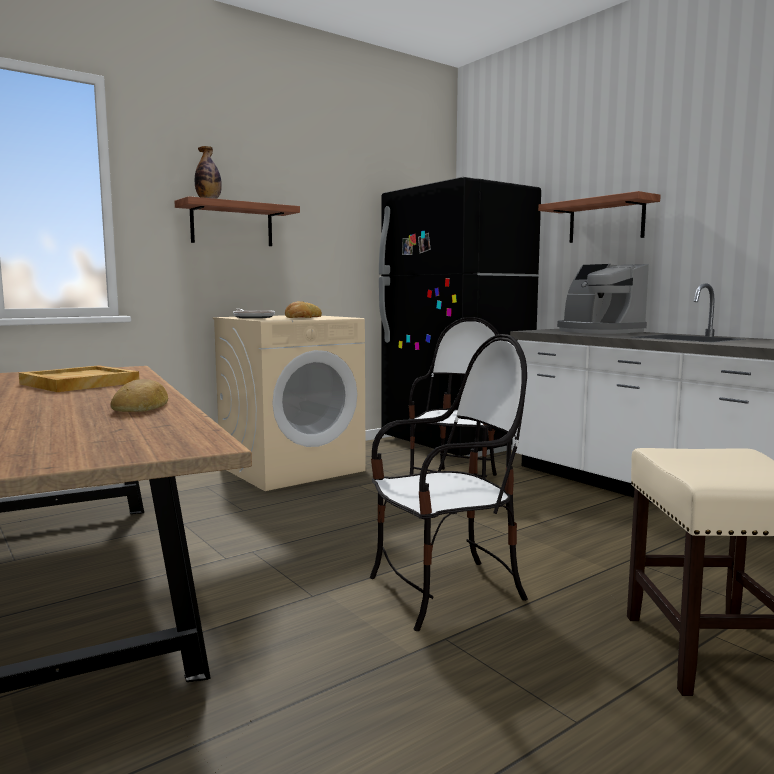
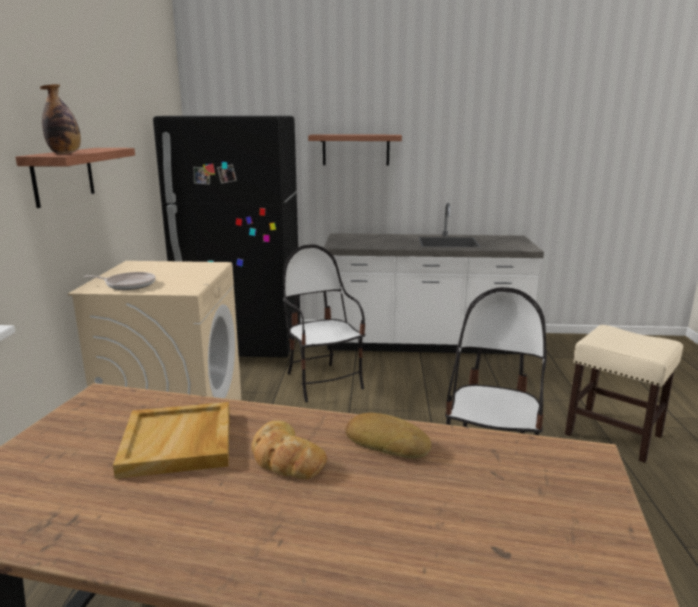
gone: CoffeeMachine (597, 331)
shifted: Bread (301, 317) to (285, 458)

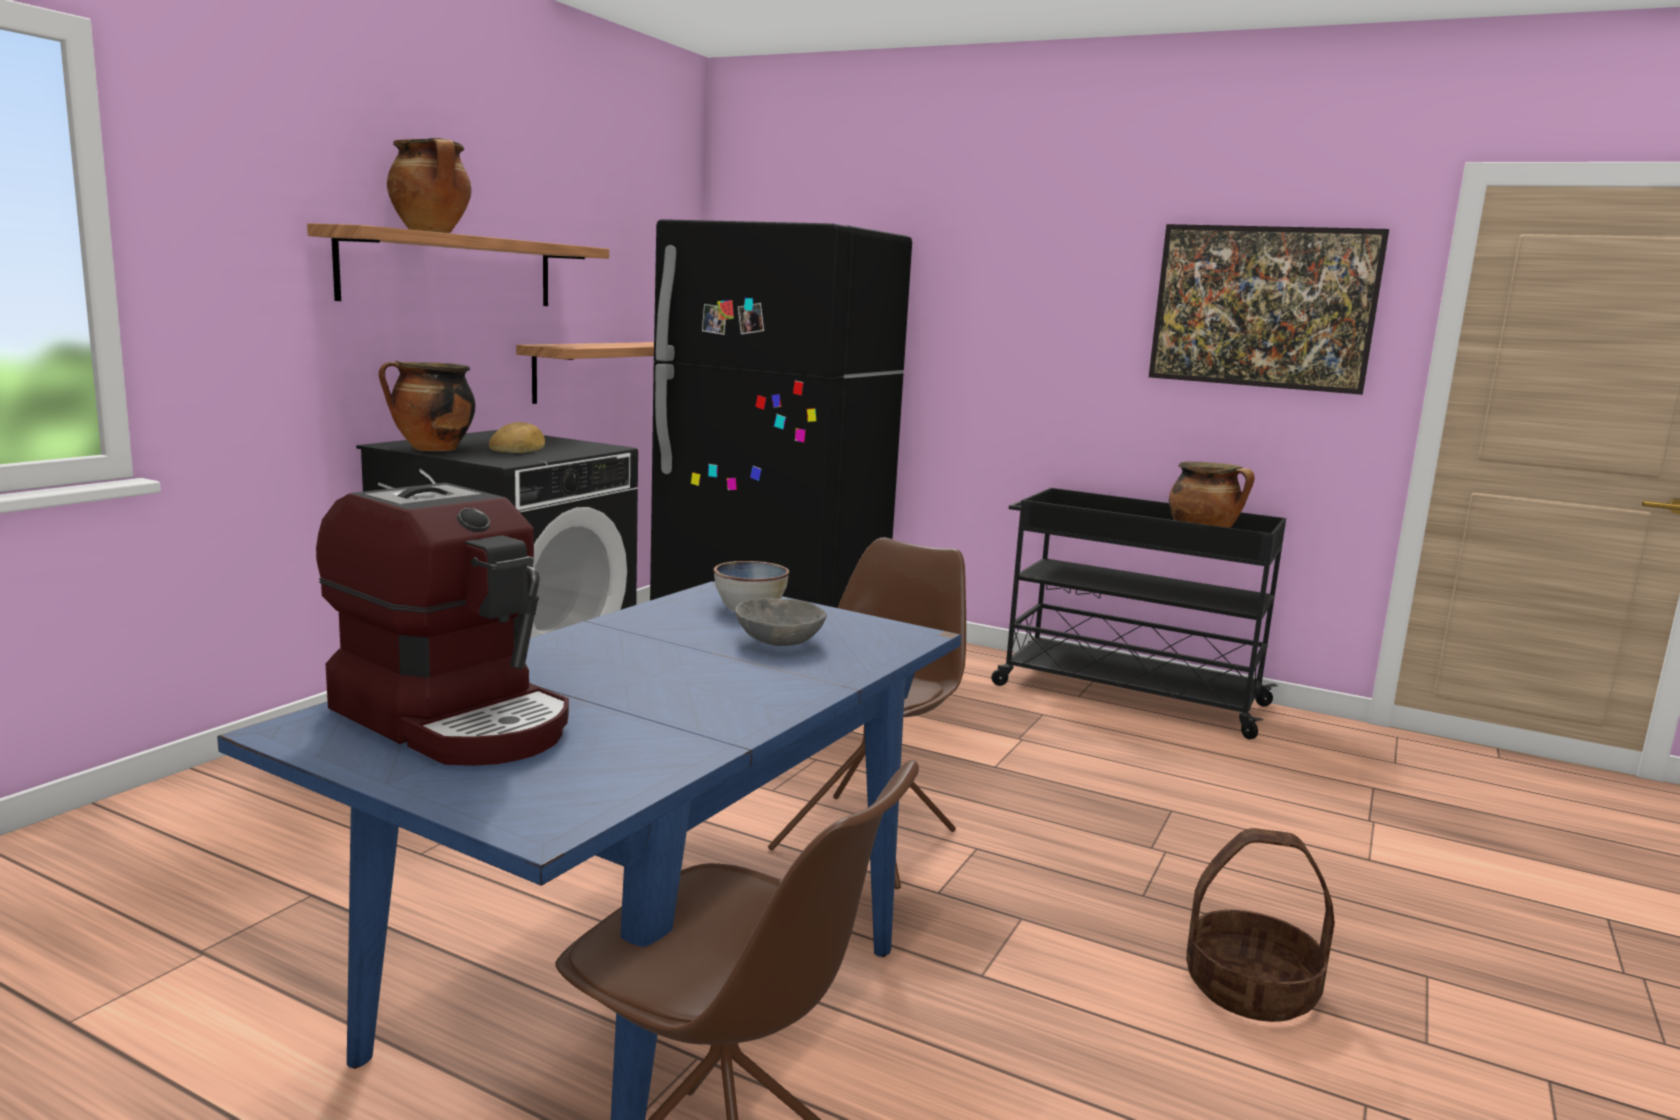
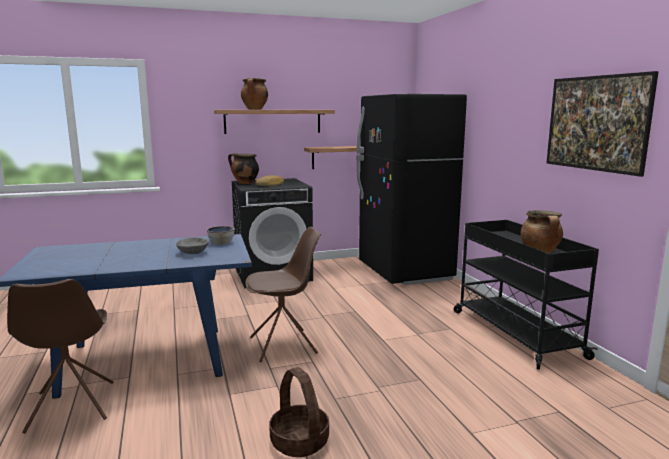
gone: CoffeeMachine (455, 719)

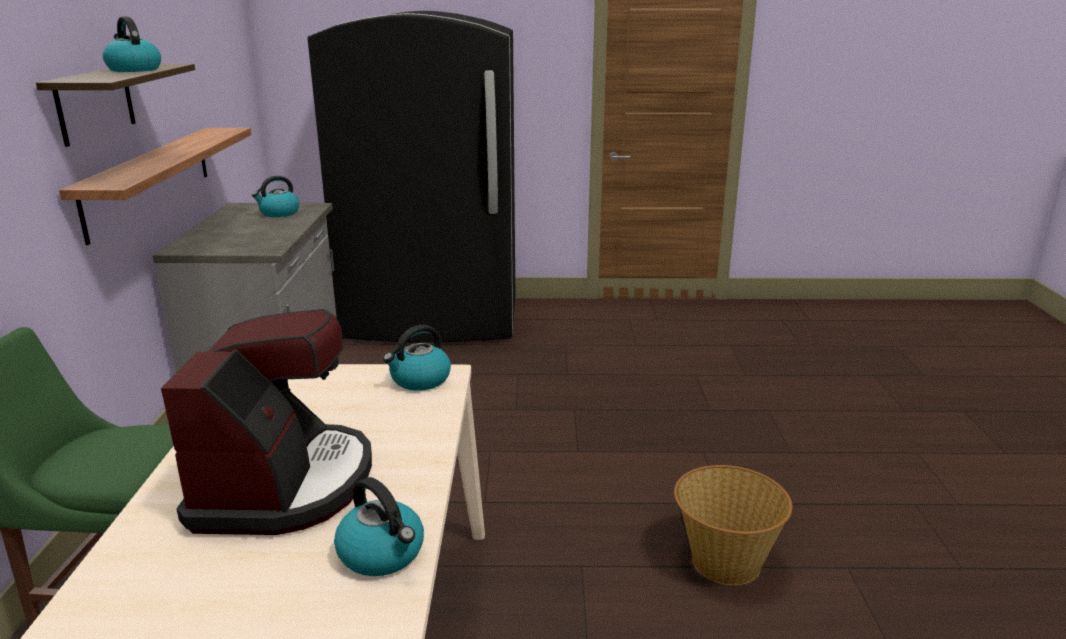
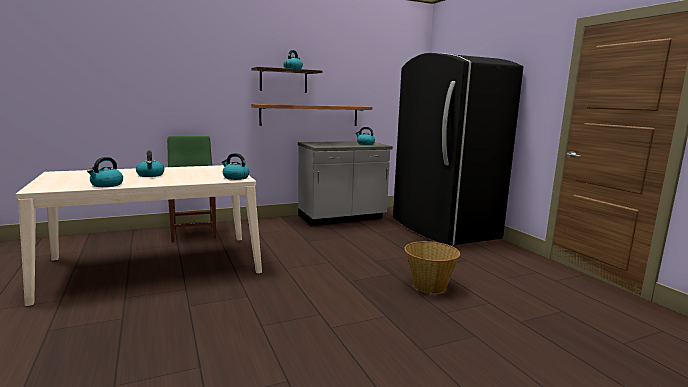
shifted: Basket (724, 562) to (429, 286)
swapped: CoffeeMachine (284, 484) to Kettle (150, 175)

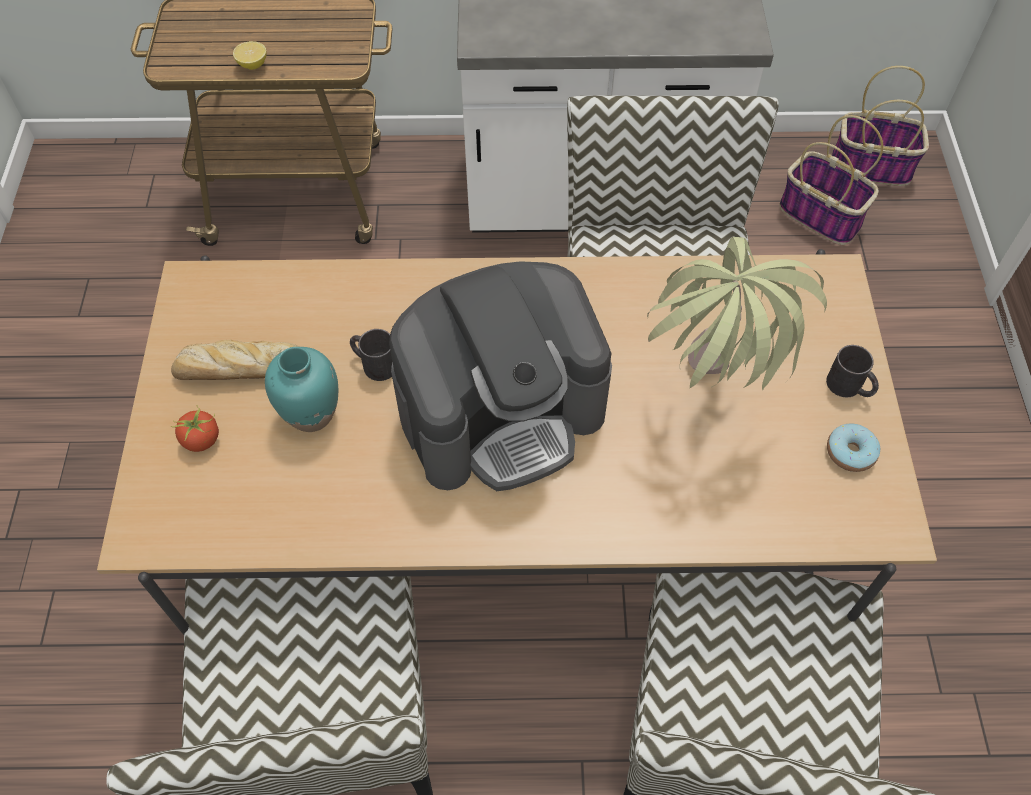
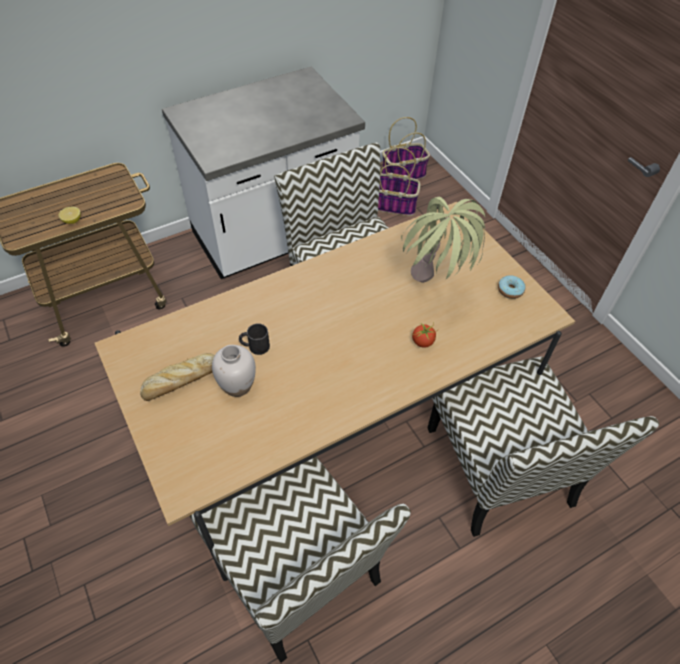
gone: CoffeeMachine (502, 412); BlackMug (850, 387)
shifted: Tomato (202, 440) to (423, 342)
repainted: TurquoiseVase (311, 414) to WhiteVase (237, 386)

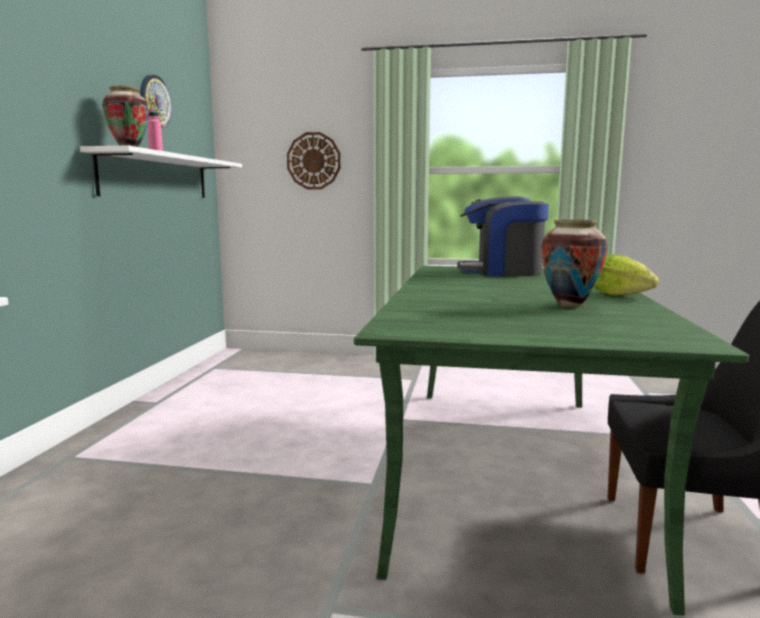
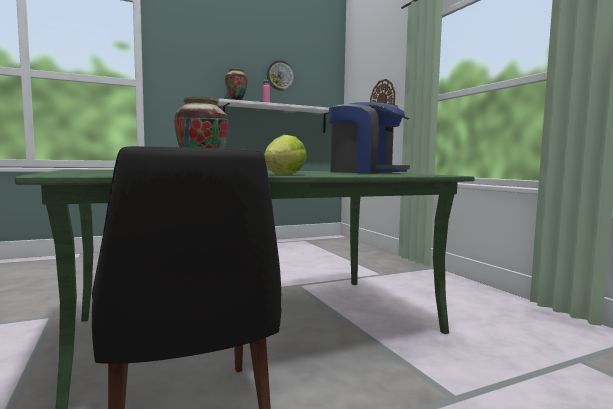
rotated: CoffeeMachine (501, 272) = (366, 172) 150 degrees clockwise

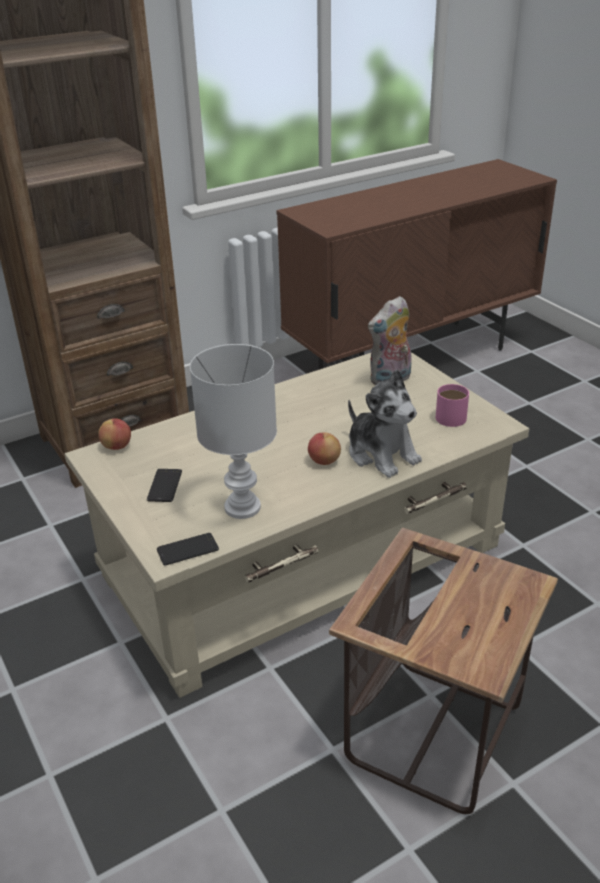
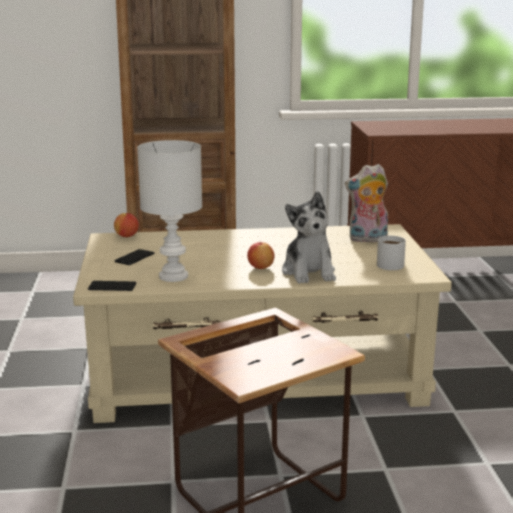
repainted: PinkMug (450, 414) to WhiteMug (392, 263)

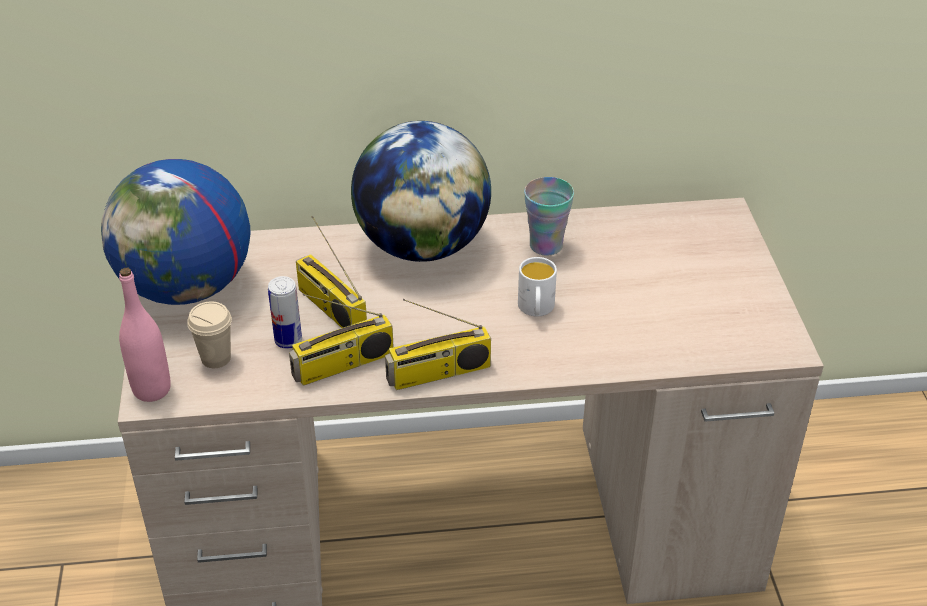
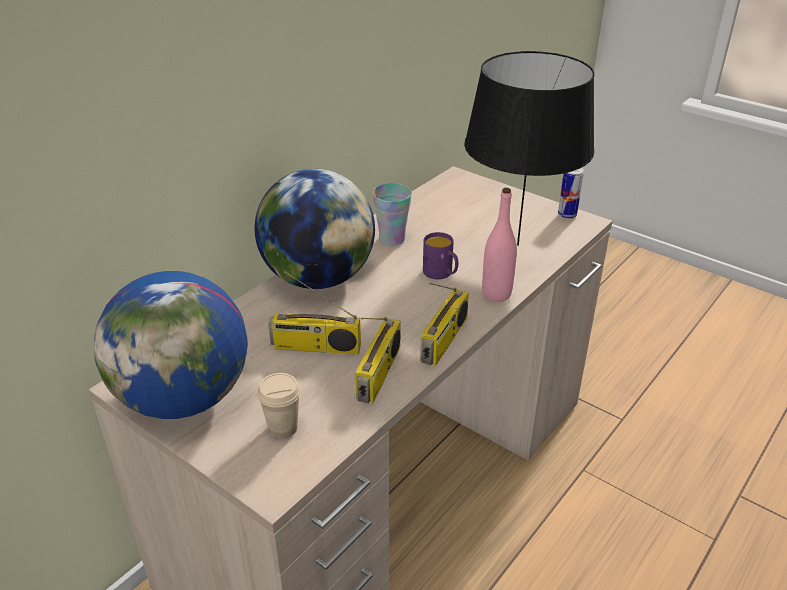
new: BlackTableLamp (517, 245)
shifted: PinkBottle (152, 389) to (496, 294); Can (288, 340) to (567, 215)
repainted: WhiteMug (536, 310) to PurpleMug (441, 274)

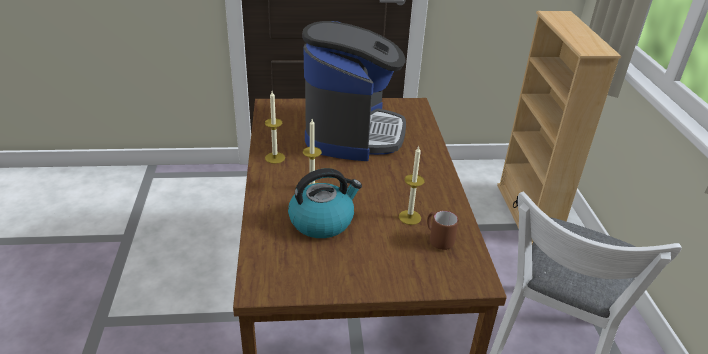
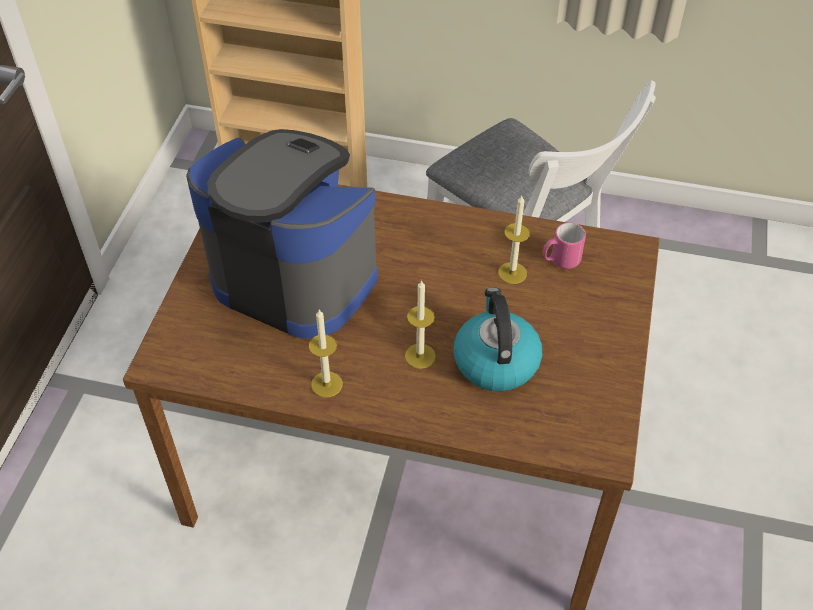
repainted: BrownMug (438, 240) to PinkMug (560, 260)

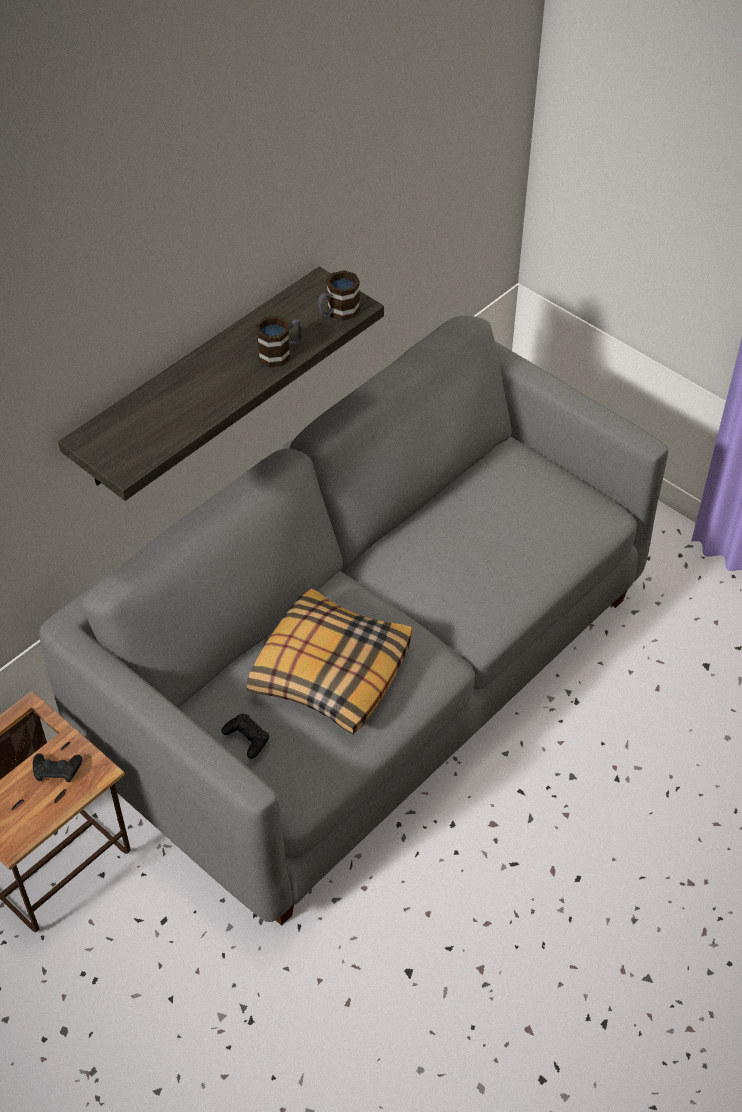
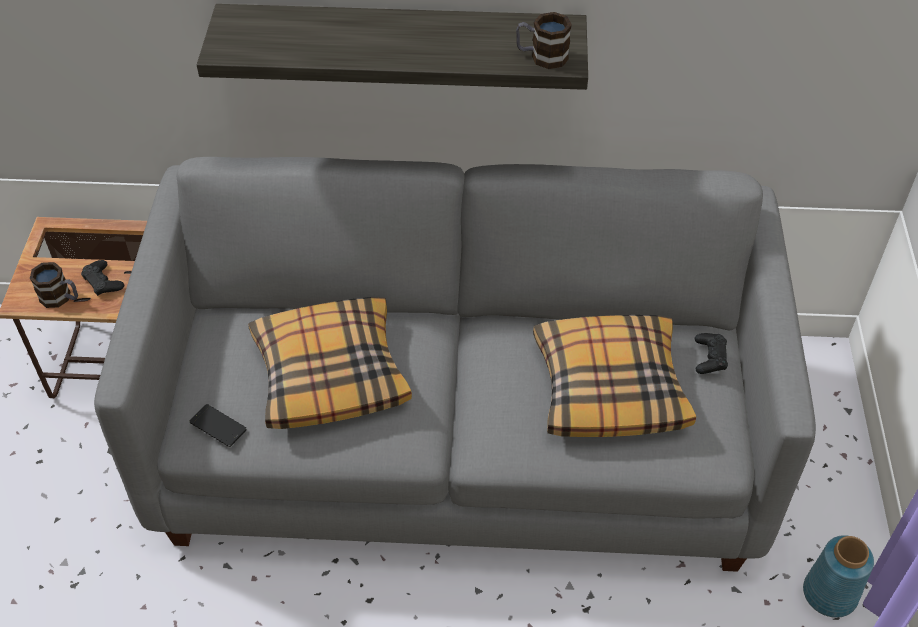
new: Phone (218, 426); Pillow (609, 386); BlueVase (830, 594)
shifted: Mug (281, 353) to (61, 298); BlackGameController (247, 738) to (710, 357)

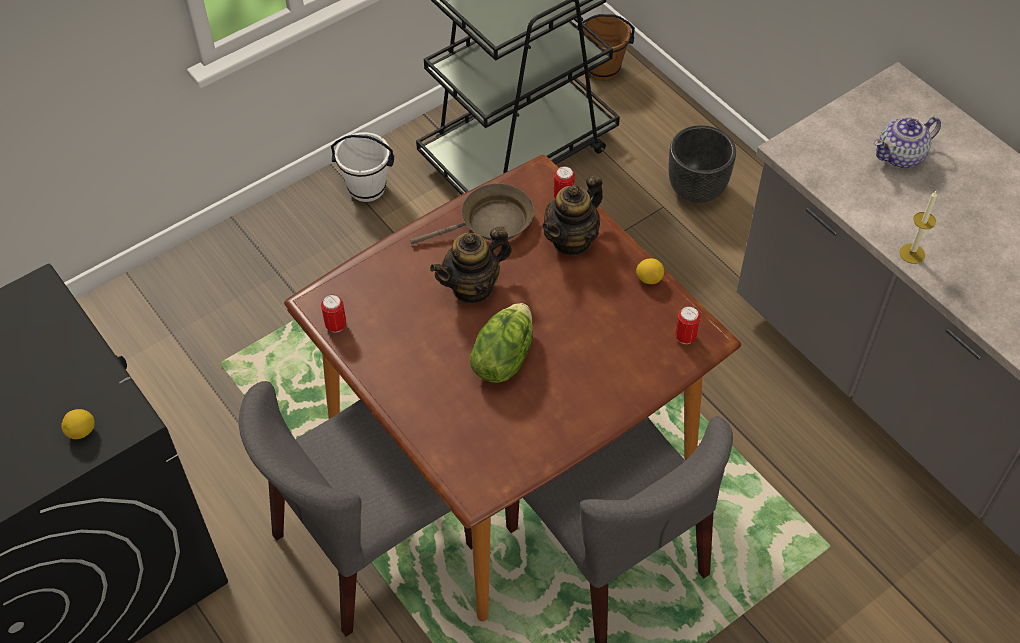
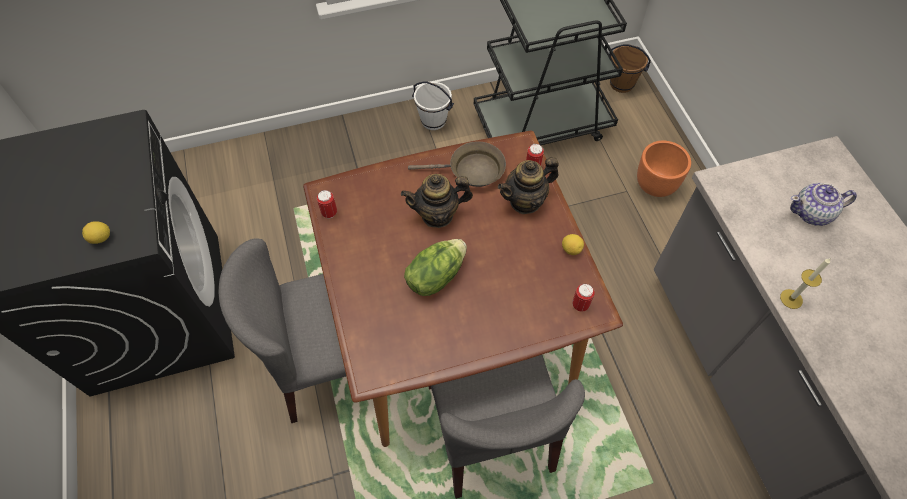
repainted: BlackPlanter (697, 188) to OrangePlanter (655, 185)

